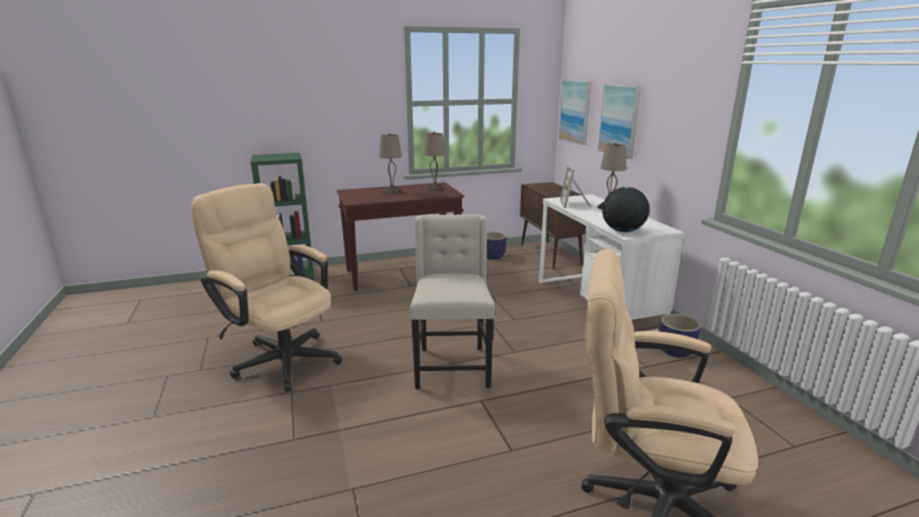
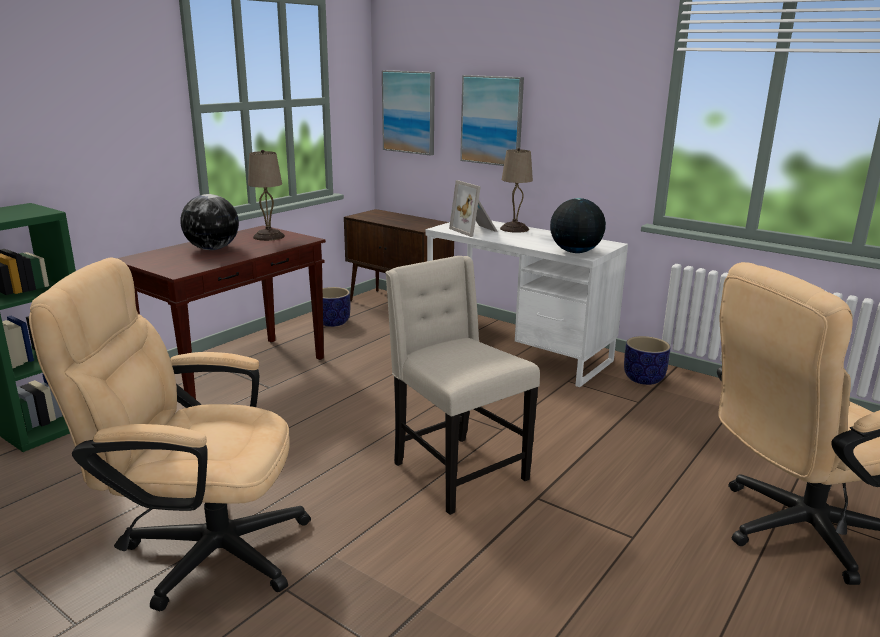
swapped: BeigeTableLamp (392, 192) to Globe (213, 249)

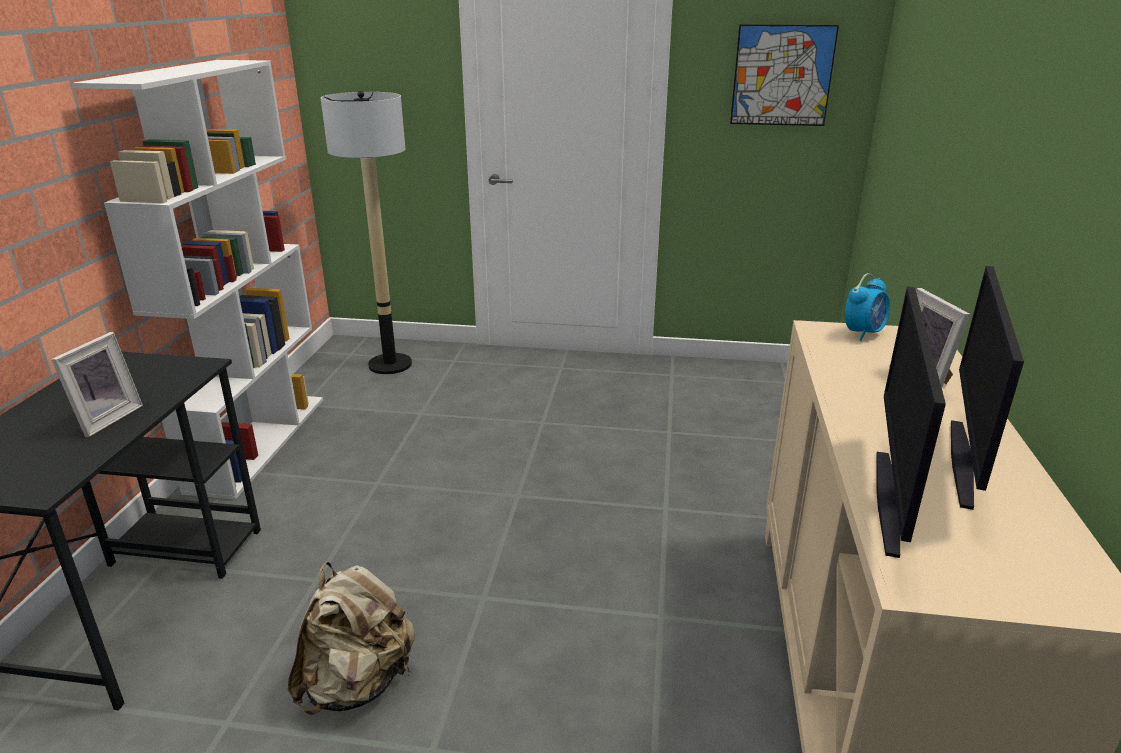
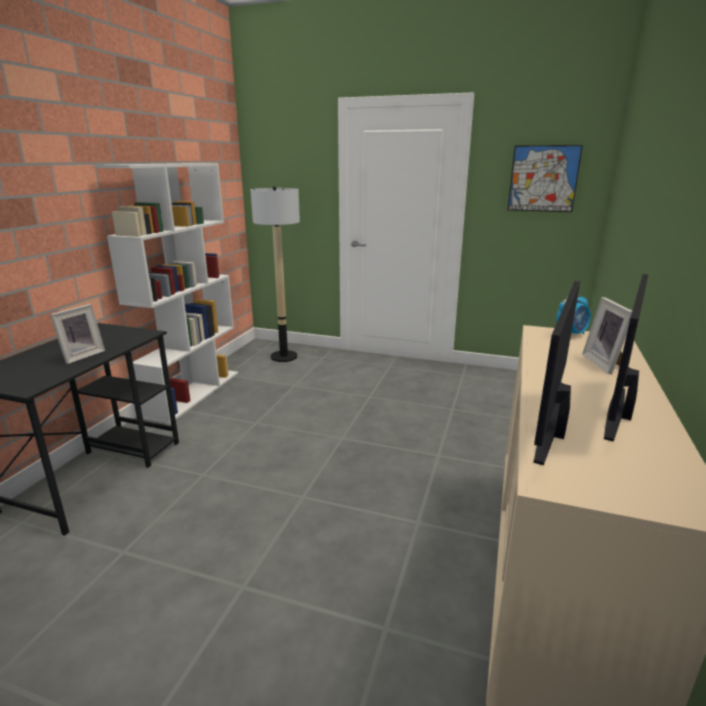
gone: BeigeBackpack (357, 683)

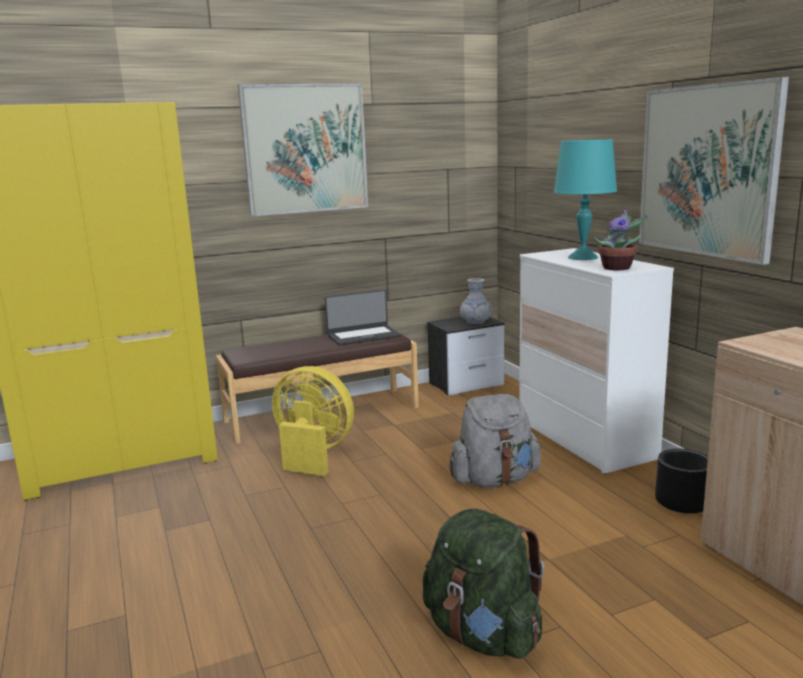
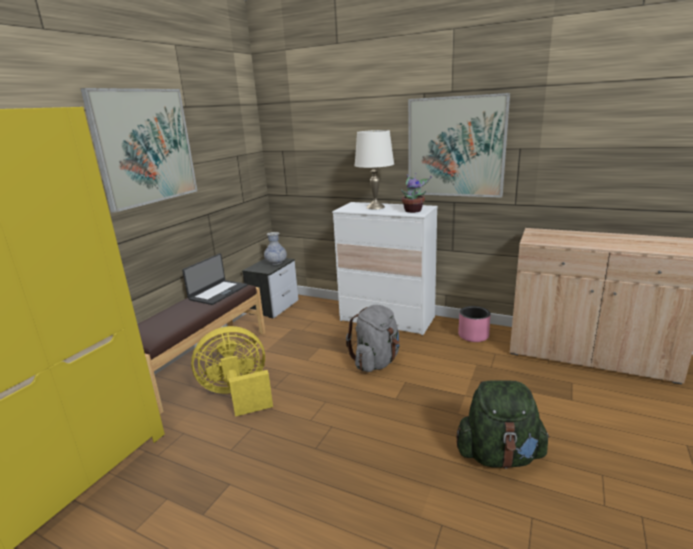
repainted: TurquoiseTableLamp (583, 257) to WhiteTableLamp (375, 207); BlackPlanter (682, 502) to PinkPlanter (473, 336)

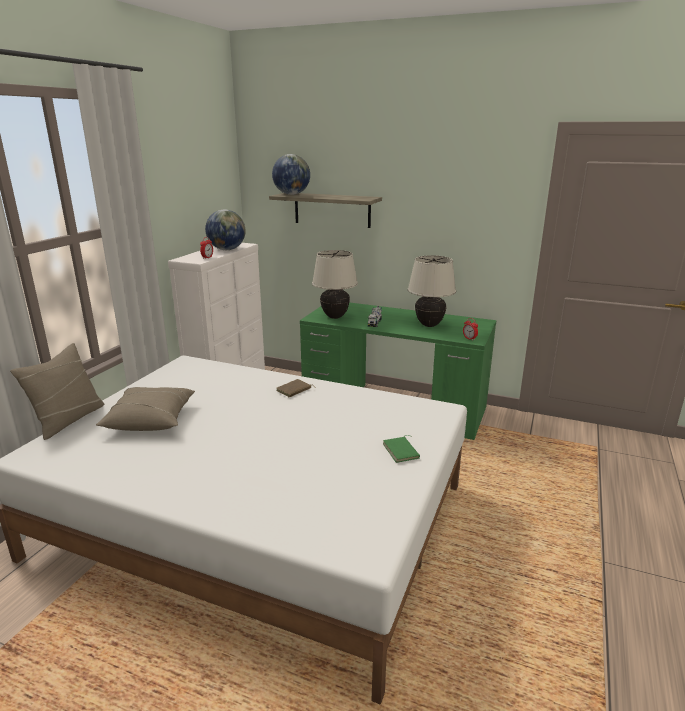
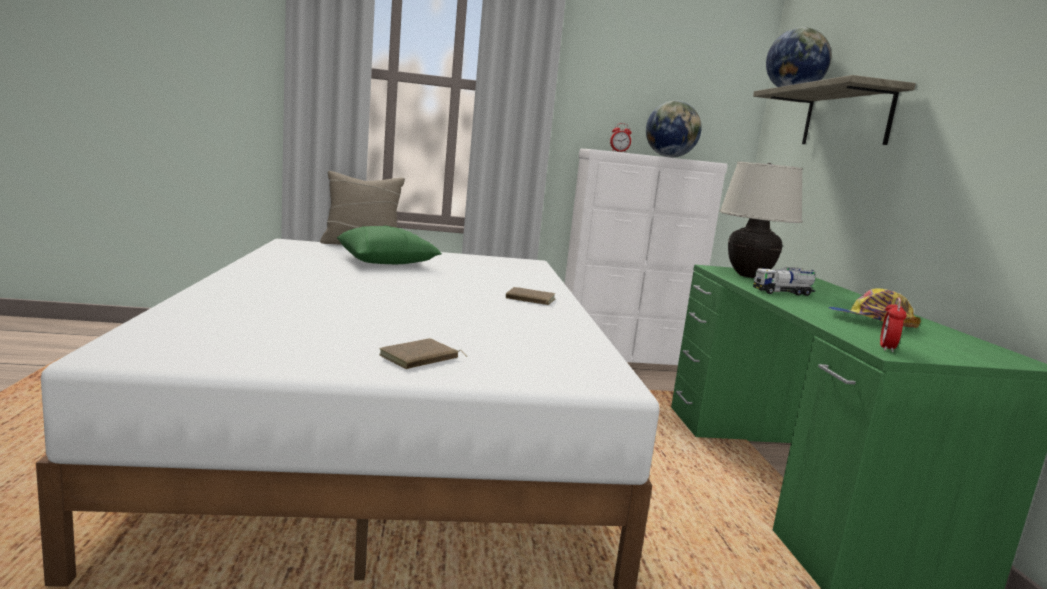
swapped: BeigeTableLamp (429, 325) to Cap (869, 321)
repainted: BeigePillow (151, 419) to GreenPillow (387, 261); GreenBook (402, 451) to BrownBook (420, 359)

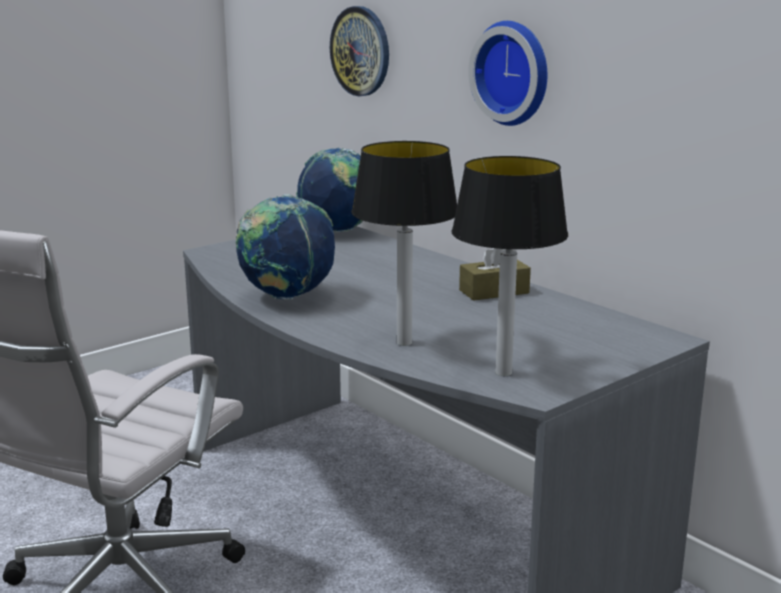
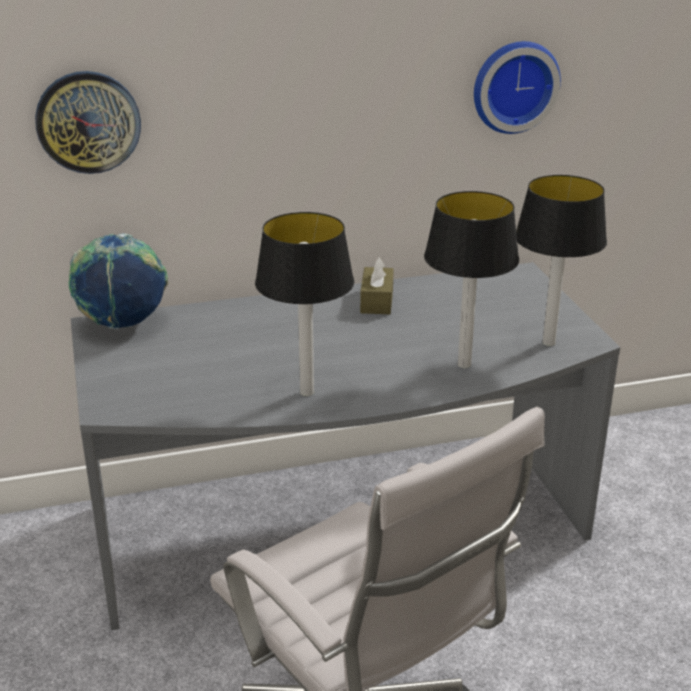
shifted: WallClock (514, 73) to (513, 86)
swapped: Globe (287, 297) to TableLamp (306, 393)

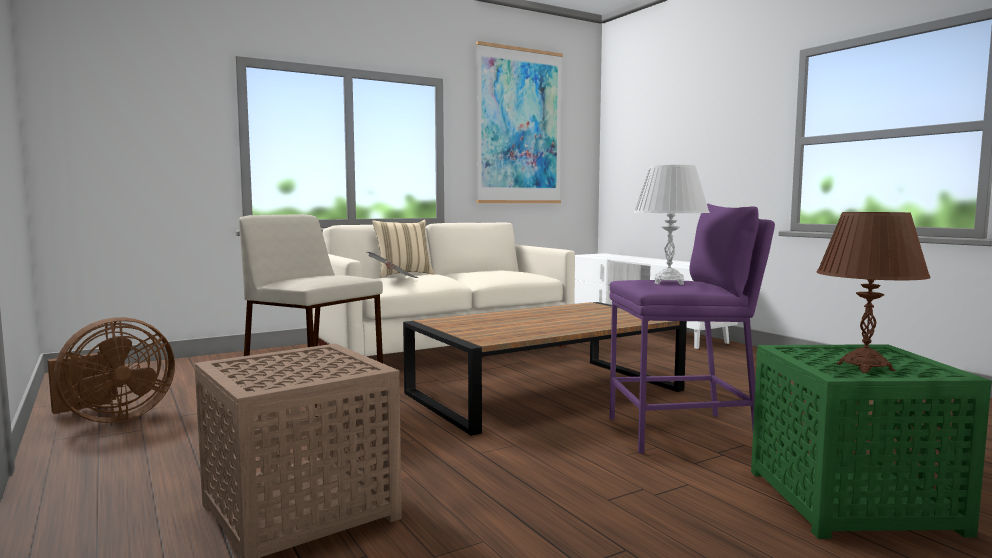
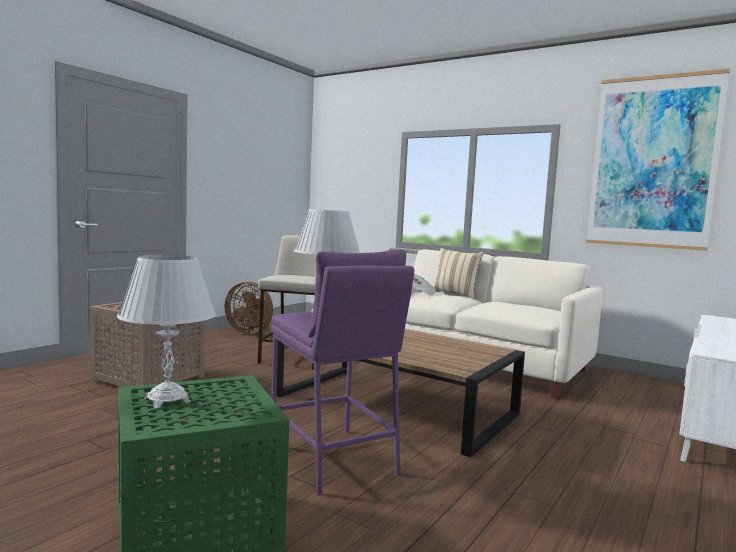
repainted: BrownTableLamp (864, 367) to WhiteTableLamp (167, 400)

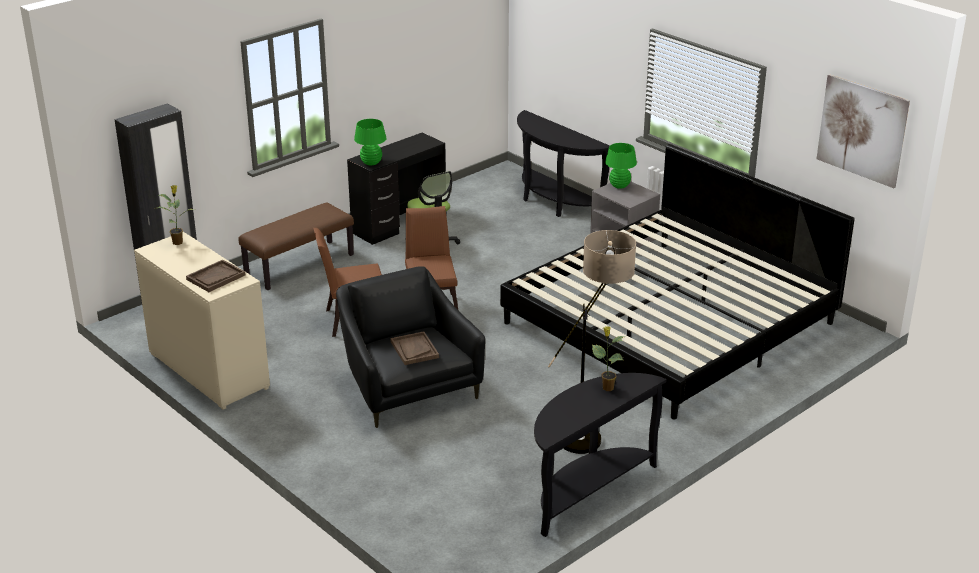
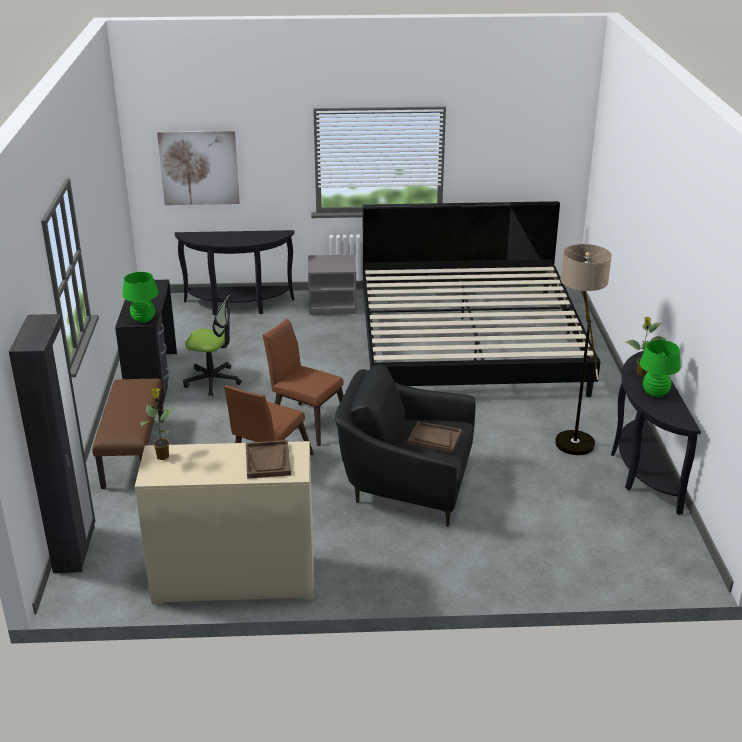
shifted: Picture (862, 130) to (199, 168); GreenTableLamp (619, 186) to (655, 393)

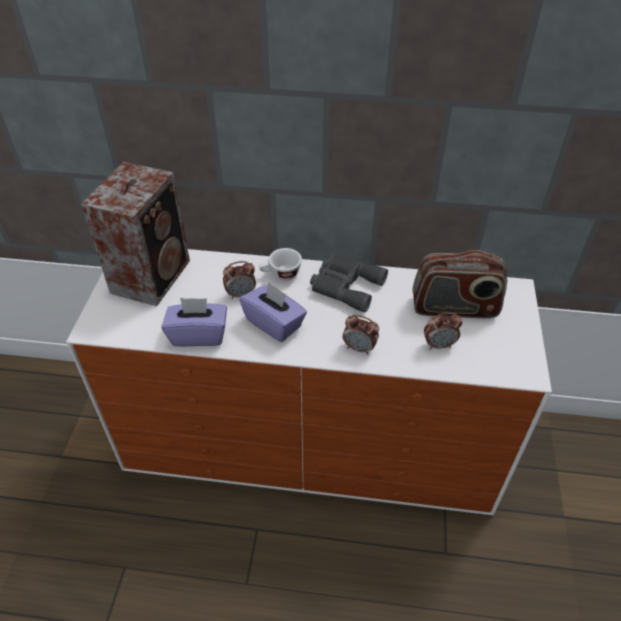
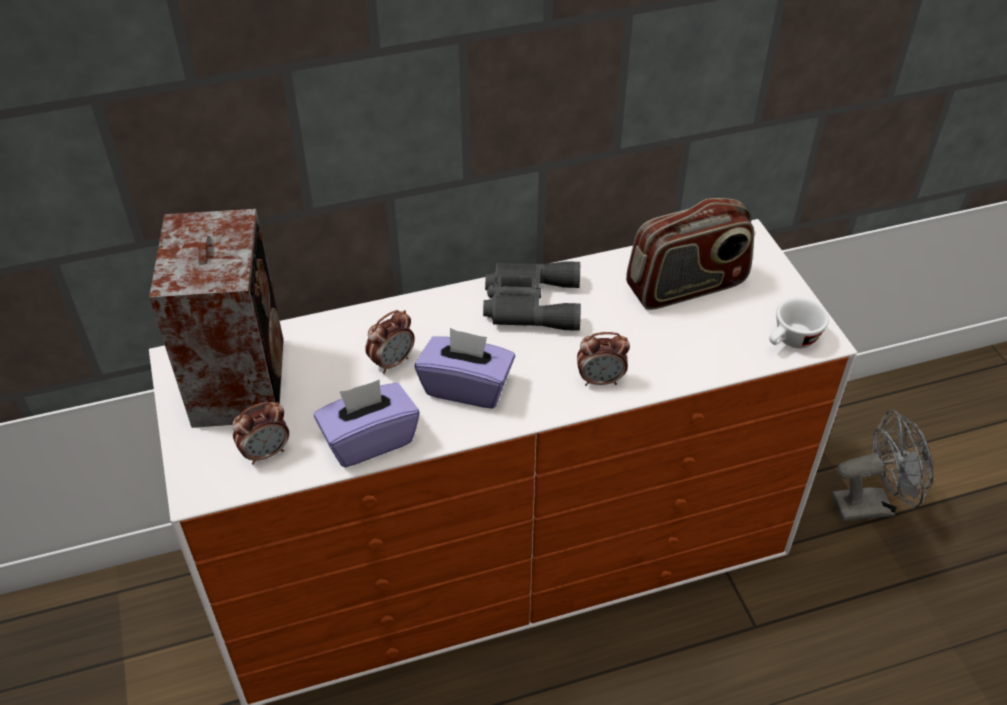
new: GreyFan (871, 504)
shifted: AlarmClock (439, 345) to (266, 453); WhiteCup (281, 275) to (791, 341)

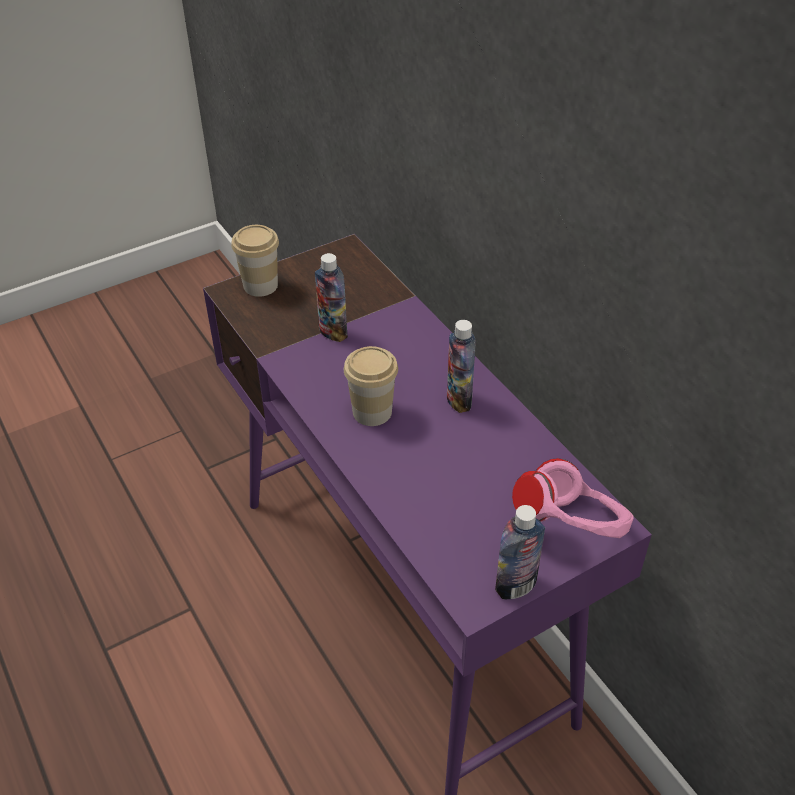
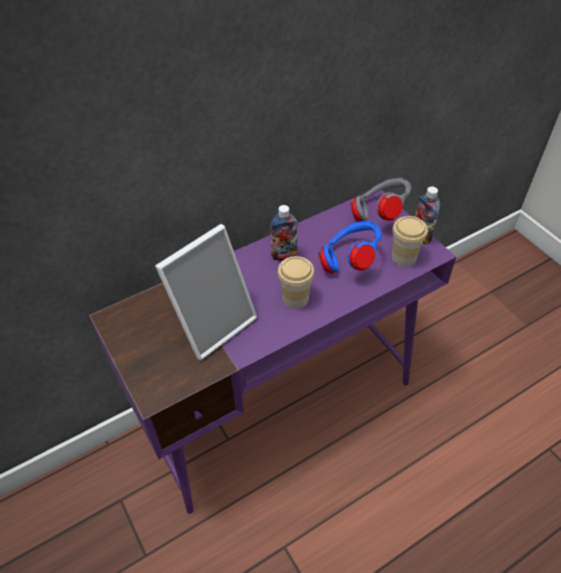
new: BlueHeadphones (349, 261)
shifted: Cup (260, 285) to (404, 257)
swapped: Bottle (333, 332) to PictureFrame (212, 323)
repainted: PinkHeadphones (571, 528) to GreyHeadphones (380, 214)

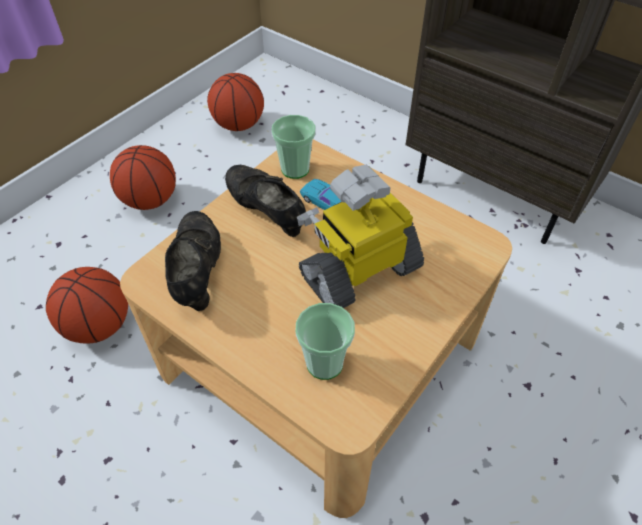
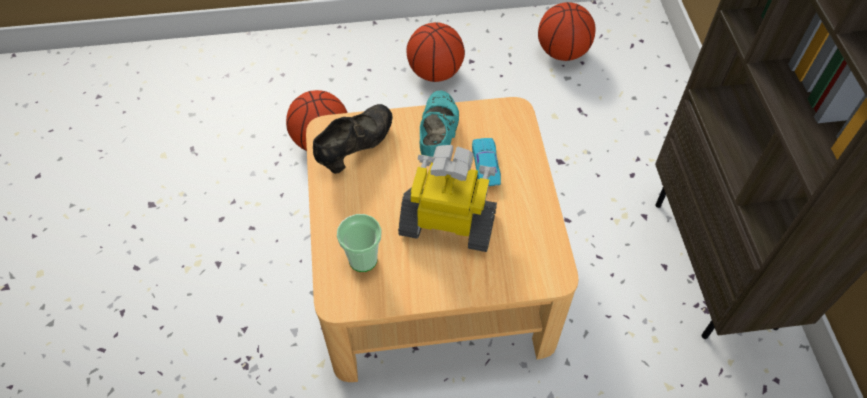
gone: Cup (295, 169)
repainted: BlackShoe (266, 213) to TurquoiseShoe (438, 139)

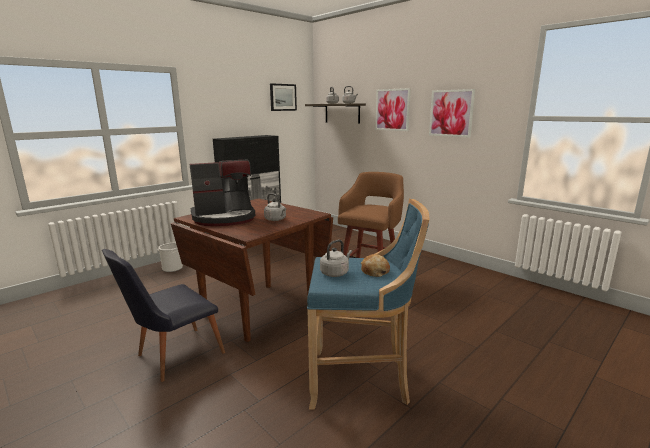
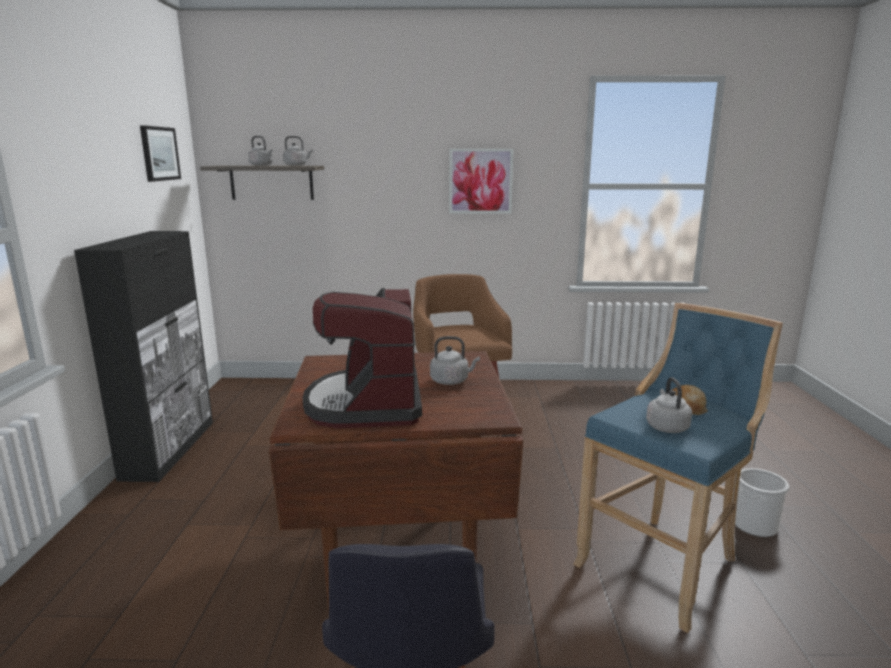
gone: Picture (392, 109)
shifted: Bucket (172, 268) to (754, 525)
rotated: CoffeeMachine (224, 218) = (367, 404) 150 degrees clockwise

